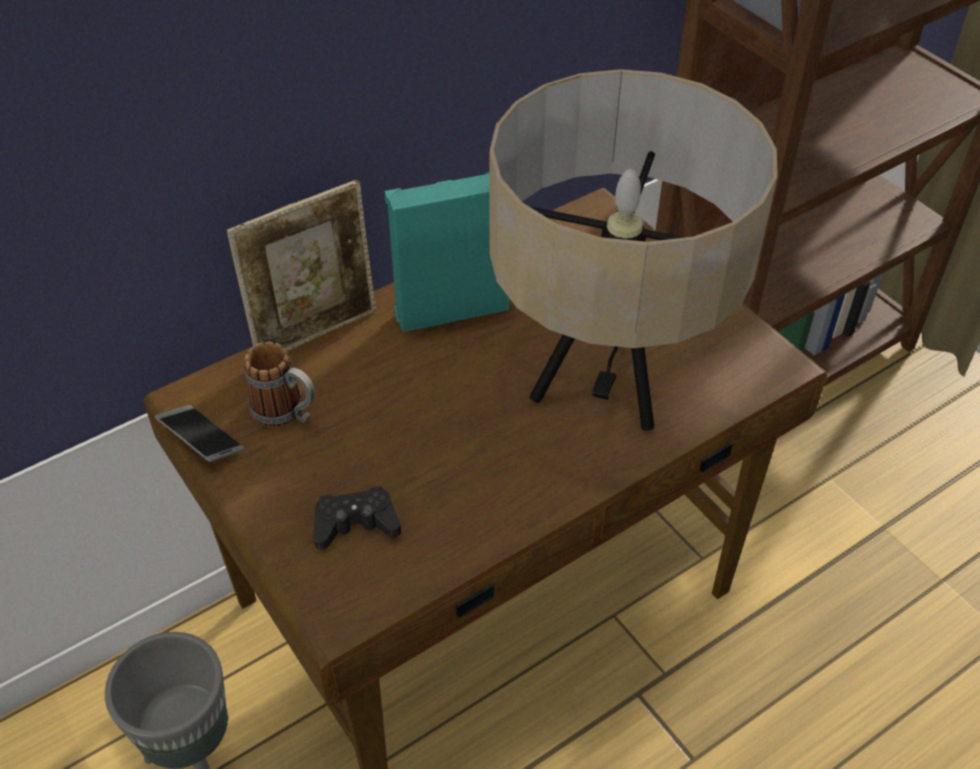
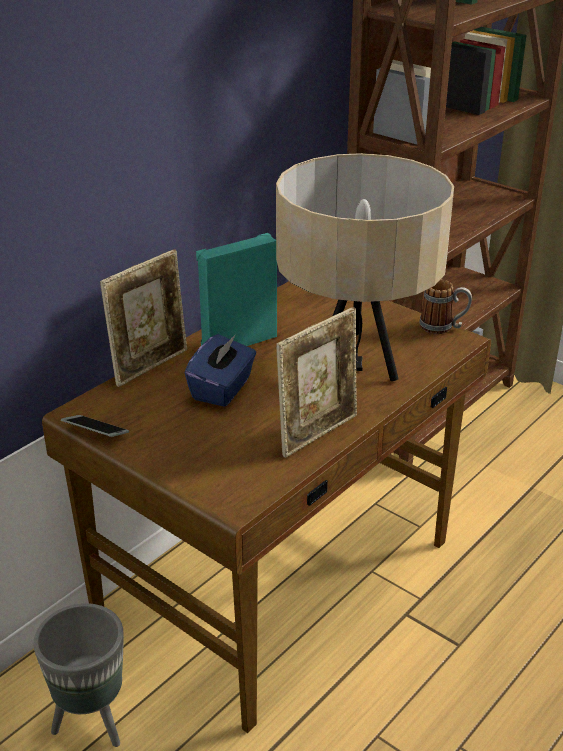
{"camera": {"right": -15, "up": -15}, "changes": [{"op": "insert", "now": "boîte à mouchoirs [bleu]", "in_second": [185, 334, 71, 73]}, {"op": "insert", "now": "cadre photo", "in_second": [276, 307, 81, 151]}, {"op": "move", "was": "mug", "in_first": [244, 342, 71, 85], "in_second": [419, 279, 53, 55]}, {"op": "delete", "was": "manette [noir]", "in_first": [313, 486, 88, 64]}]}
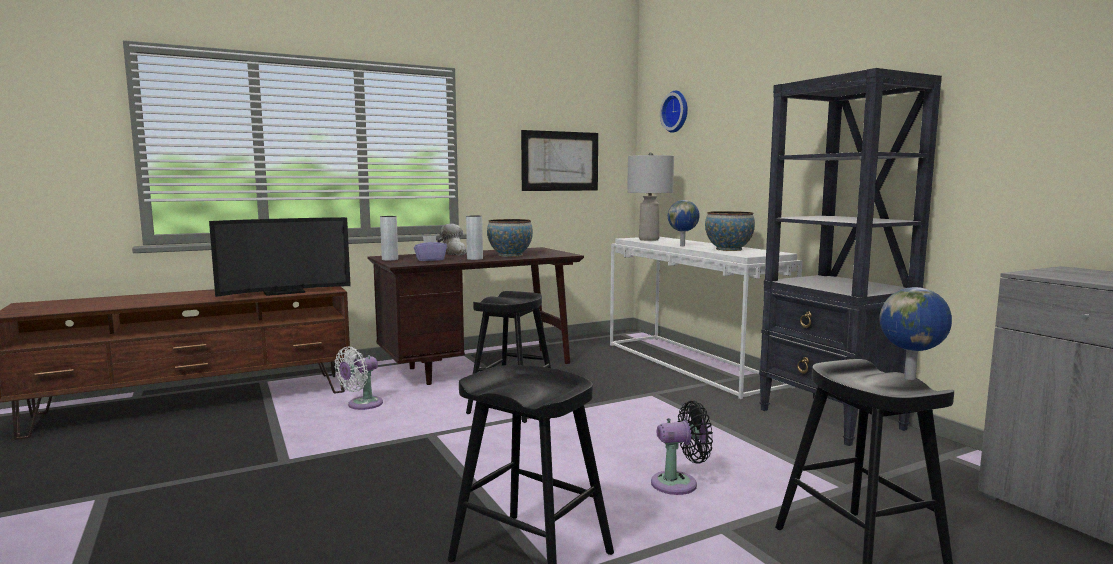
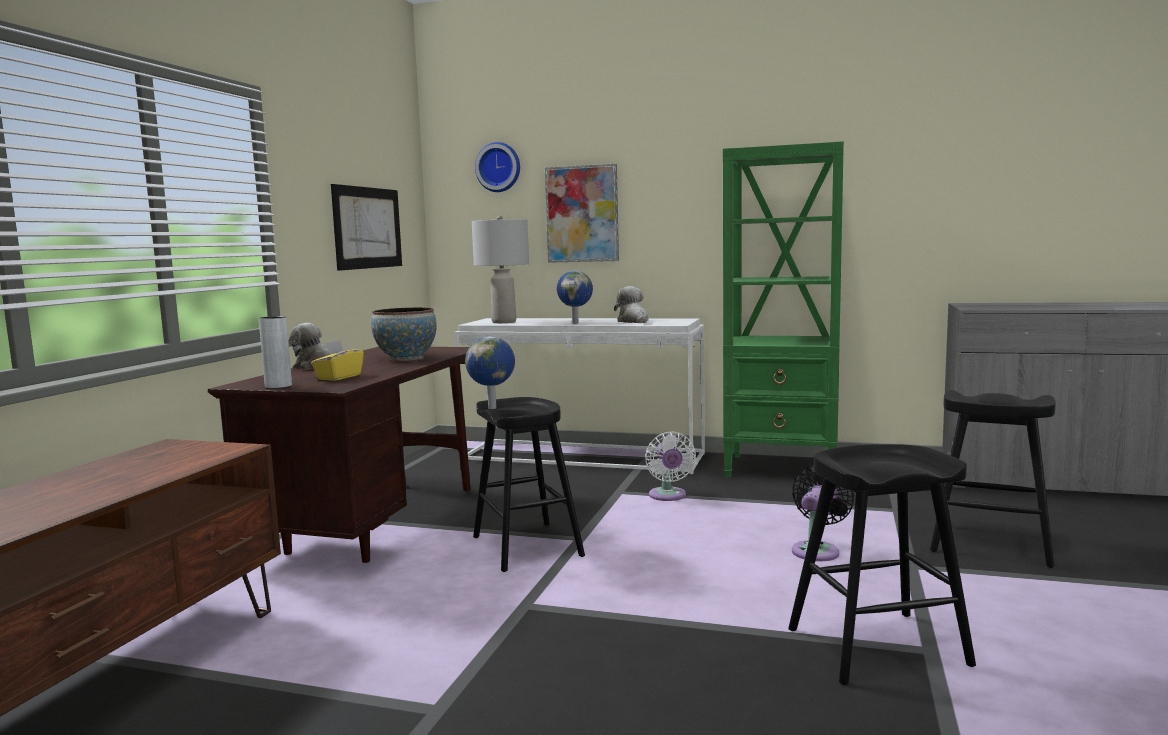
{"camera": {"right": -45, "up": 0}, "changes": [{"op": "recolor", "was": "boîte à mouchoirs [violet]", "now": "boîte à mouchoirs [jaune]", "in_first": [414, 236, 33, 25], "in_second": [311, 340, 53, 41]}, {"op": "move", "was": "globe", "in_first": [879, 287, 73, 93], "in_second": [465, 336, 50, 73]}, {"op": "insert", "now": "tableau", "in_second": [545, 164, 74, 99]}, {"op": "replace", "was": "bol", "now": "peluche", "in_first": [705, 211, 50, 40], "in_second": [614, 286, 34, 37]}, {"op": "move", "was": "ventilateur [blanc]", "in_first": [335, 346, 48, 64], "in_second": [645, 431, 51, 70]}, {"op": "recolor", "was": "bibliothèque [noir]", "now": "bibliothèque [vert]", "in_first": [759, 68, 183, 378], "in_second": [723, 141, 121, 337]}, {"op": "delete", "was": "téléviseur", "in_first": [209, 217, 142, 80]}, {"op": "delete", "was": "vase [gris]", "in_first": [466, 216, 17, 44]}]}
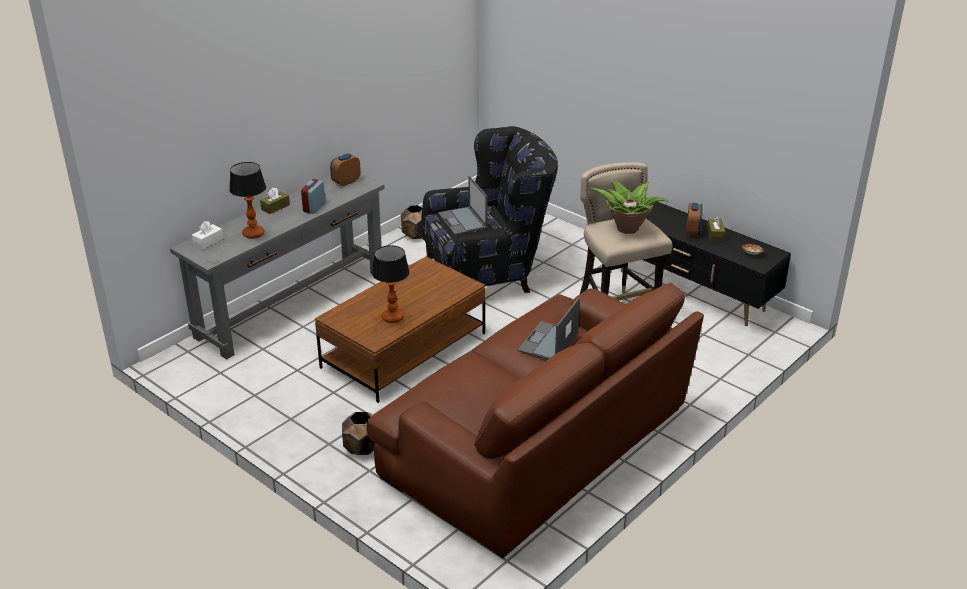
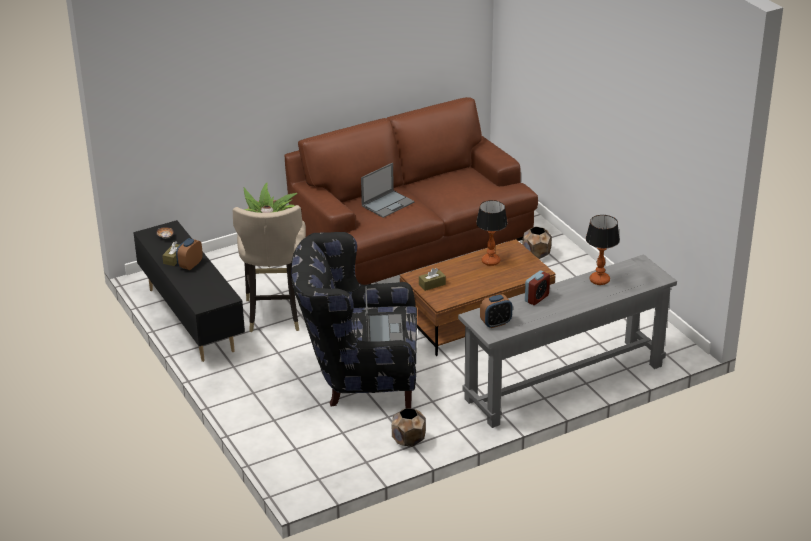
{"camera": {"right": -160, "up": 0}, "changes": [{"op": "move", "was": "boîte à mouchoirs [marron]", "in_first": [260, 187, 30, 27], "in_second": [419, 268, 27, 23]}, {"op": "delete", "was": "boîte à mouchoirs [blanc]", "in_first": [192, 221, 31, 28]}]}
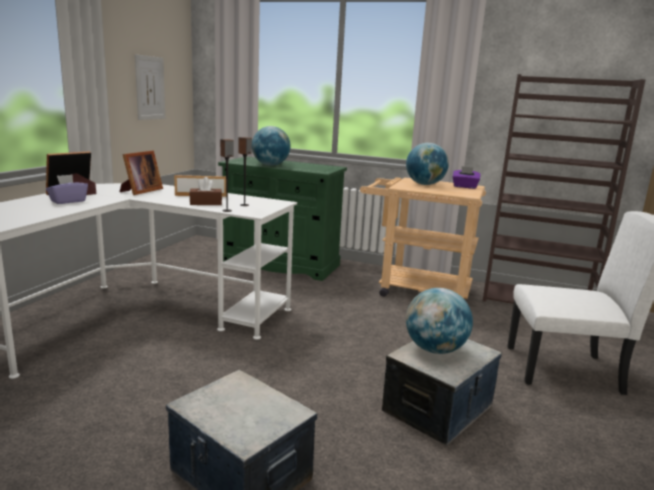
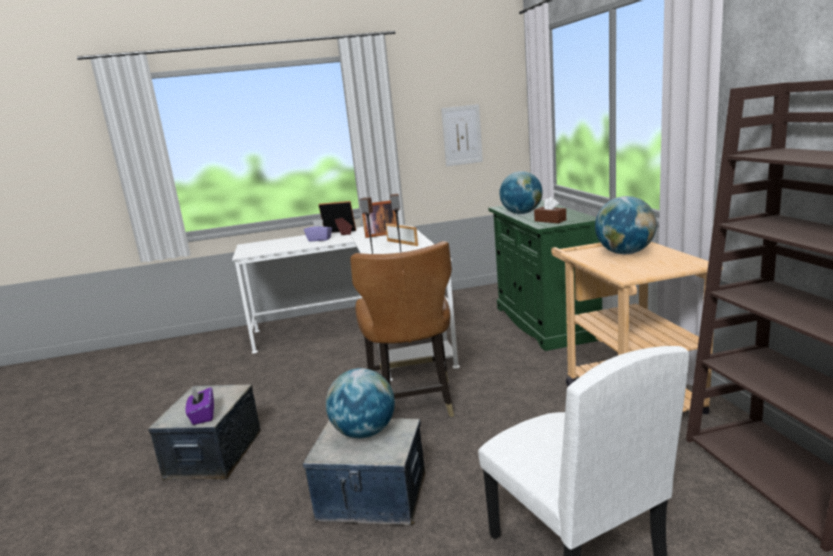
{"camera": {"right": 60, "up": 0}, "changes": [{"op": "move", "was": "boîte à mouchoirs [violet]", "in_first": [453, 166, 28, 23], "in_second": [185, 387, 29, 38]}, {"op": "insert", "now": "chaise [marron]", "in_second": [350, 241, 104, 176]}, {"op": "move", "was": "boîte à mouchoirs [marron]", "in_first": [189, 177, 33, 28], "in_second": [534, 197, 32, 26]}]}
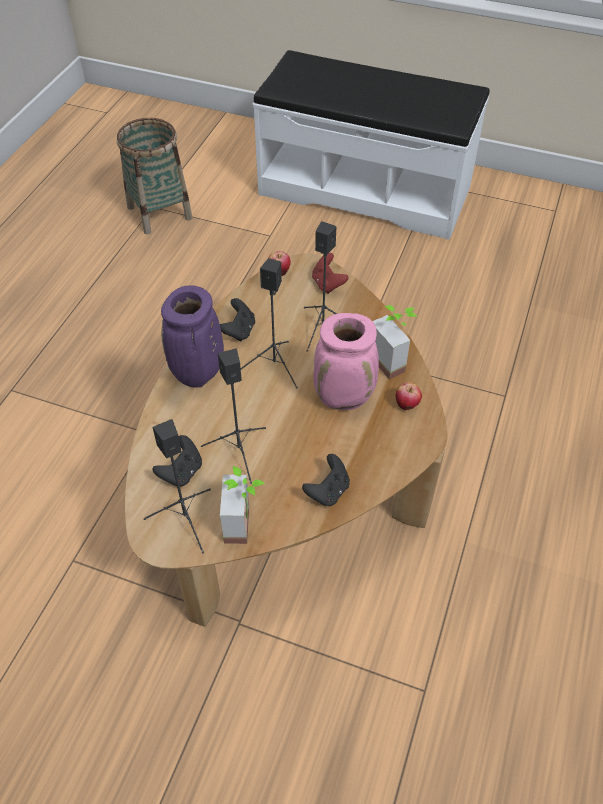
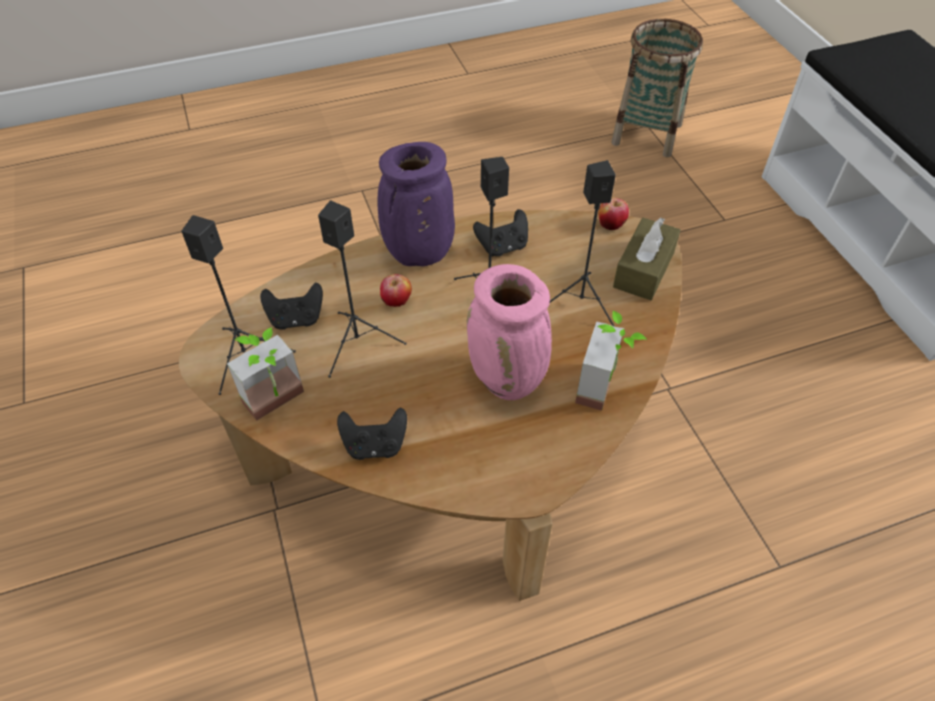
{"camera": {"right": 50, "up": 0}, "changes": [{"op": "move", "was": "pomme", "in_first": [395, 382, 27, 28], "in_second": [380, 274, 32, 33]}, {"op": "replace", "was": "manette [rouge]", "now": "boîte à mouchoirs [marron]", "in_first": [312, 253, 37, 41], "in_second": [613, 218, 68, 82]}]}
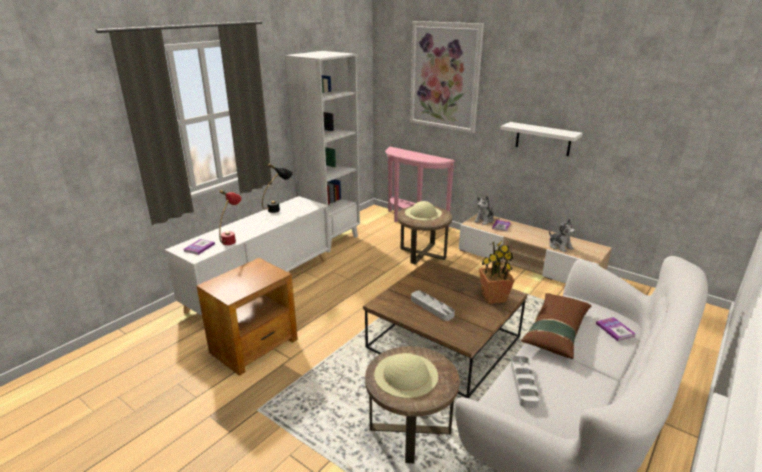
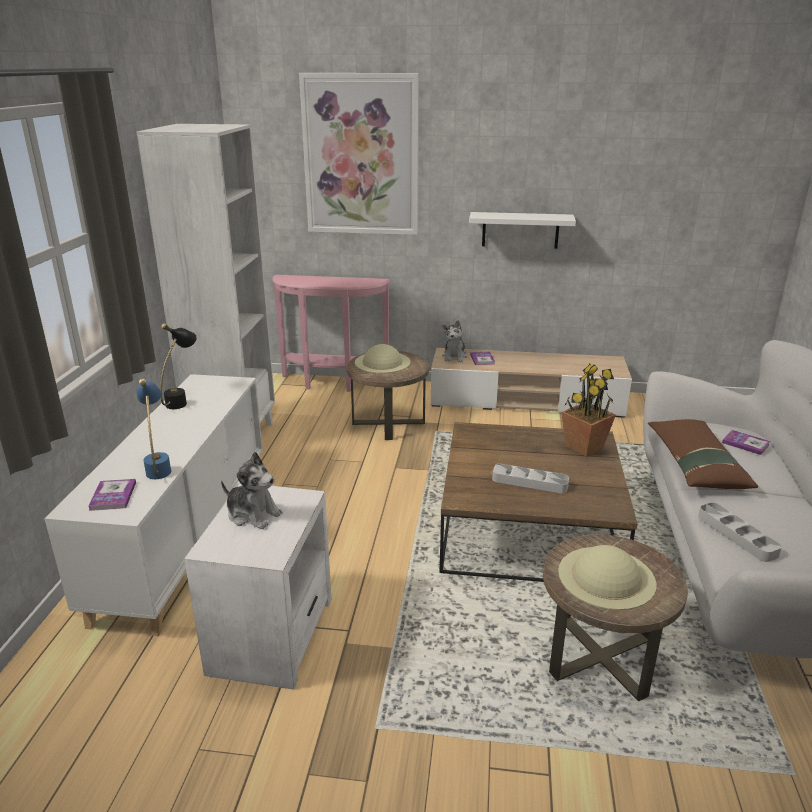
{"camera": {"right": -30, "up": 0}, "changes": [{"op": "recolor", "was": "lampe de table [rouge]", "now": "lampe de table [bleu]", "in_first": [219, 190, 22, 55], "in_second": [137, 379, 34, 100]}, {"op": "recolor", "was": "table d'appoint [marron]", "now": "table d'appoint [blanc]", "in_first": [197, 258, 101, 118], "in_second": [184, 483, 147, 207]}, {"op": "move", "was": "peluche", "in_first": [549, 219, 26, 33], "in_second": [221, 452, 62, 77]}]}
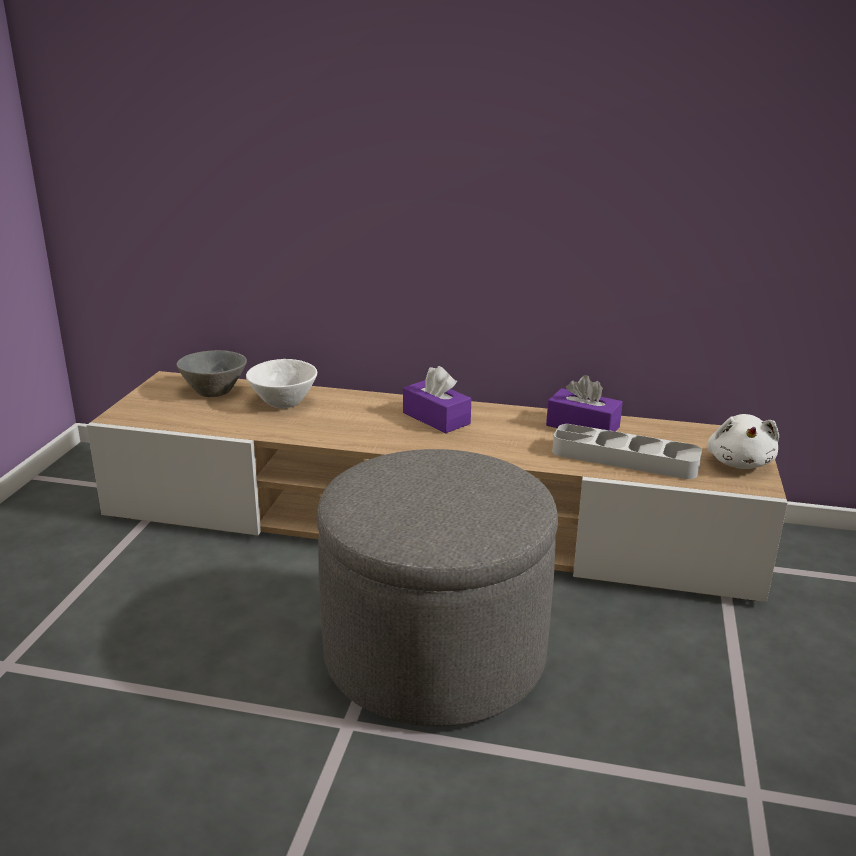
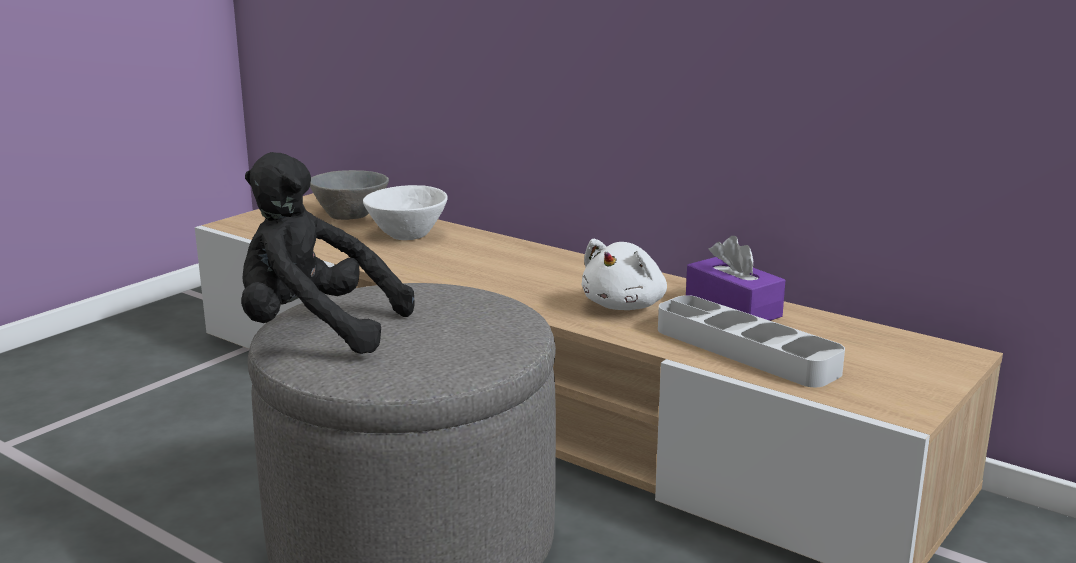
{"camera": {"right": 25, "up": -5}, "changes": [{"op": "insert", "now": "peluche [noir]", "in_second": [241, 152, 174, 202]}, {"op": "move", "was": "peluche [blanc]", "in_first": [707, 414, 72, 55], "in_second": [581, 239, 86, 71]}, {"op": "delete", "was": "boîte à mouchoirs [violet]", "in_first": [403, 366, 68, 67]}]}
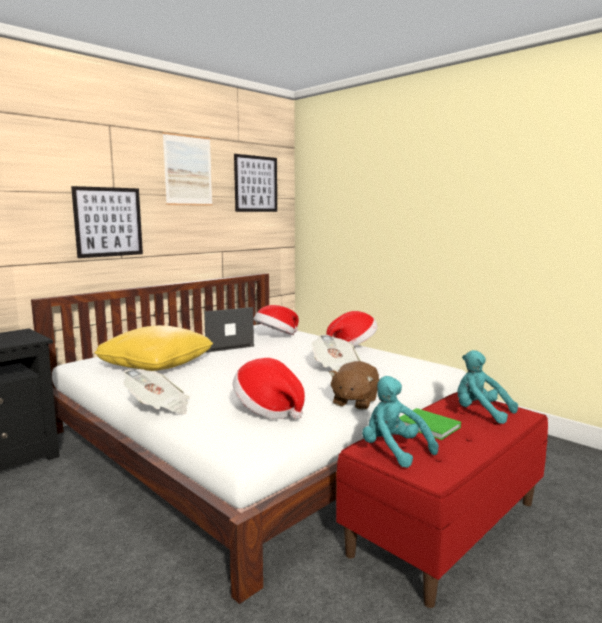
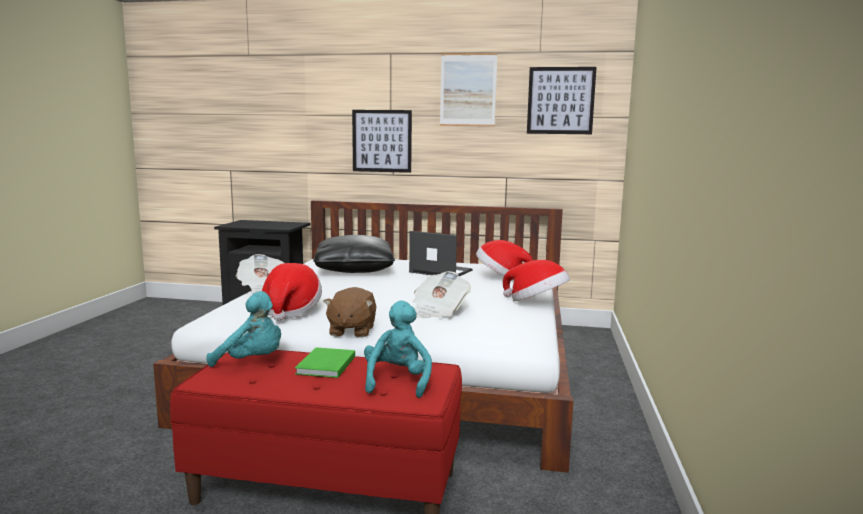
{"camera": {"right": 55, "up": 0}, "changes": [{"op": "rotate", "was": "peluche [turquoise]", "in_first": [362, 376, 77, 92], "in_second": [206, 291, 75, 76], "clockwise": 90}, {"op": "recolor", "was": "coussin [jaune]", "now": "coussin [noir]", "in_first": [94, 325, 119, 46], "in_second": [313, 235, 82, 38]}, {"op": "rotate", "was": "peluche [marron]", "in_first": [329, 361, 50, 49], "in_second": [323, 287, 53, 51], "clockwise": -75}]}
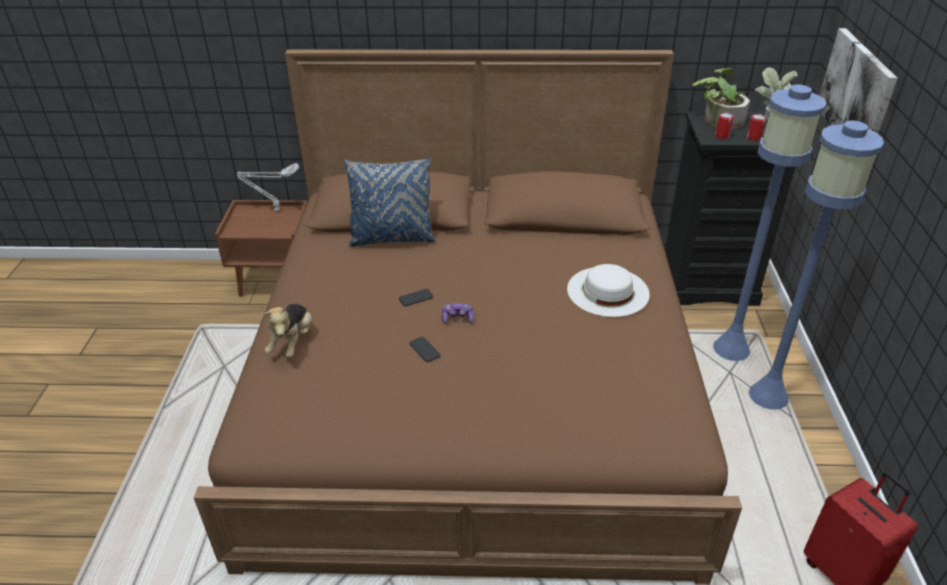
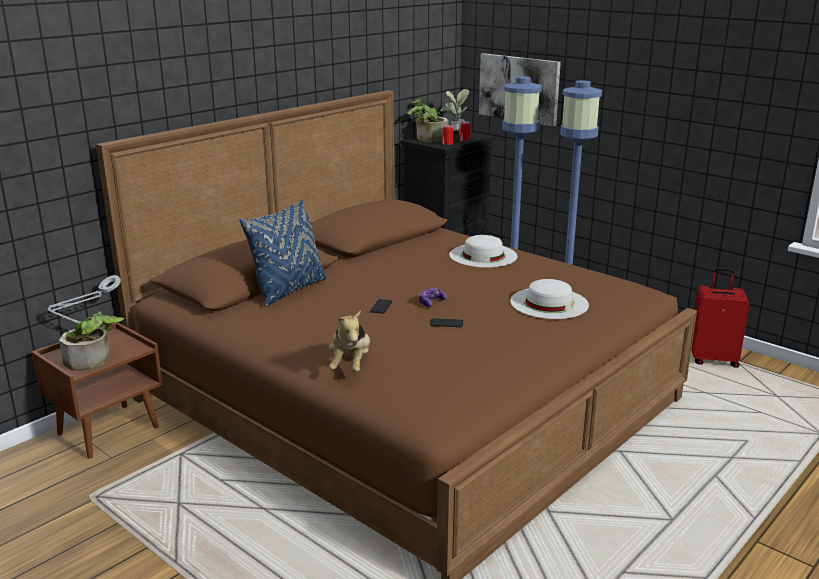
{"camera": {"right": -50, "up": -15}, "changes": [{"op": "insert", "now": "plante en pot", "in_second": [59, 311, 66, 60]}, {"op": "rotate", "was": "peluche", "in_first": [264, 303, 48, 55], "in_second": [329, 310, 41, 62], "clockwise": 45}, {"op": "insert", "now": "chapeau [blanc]", "in_second": [510, 279, 79, 40]}]}
